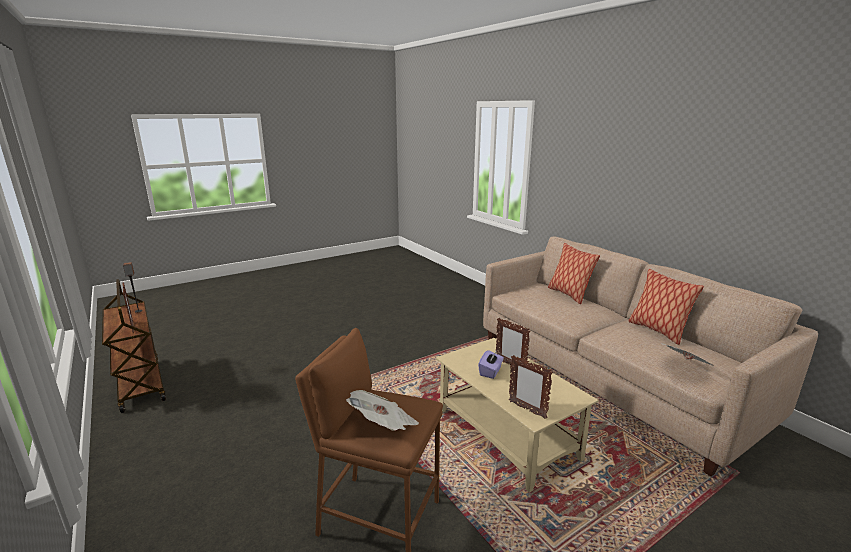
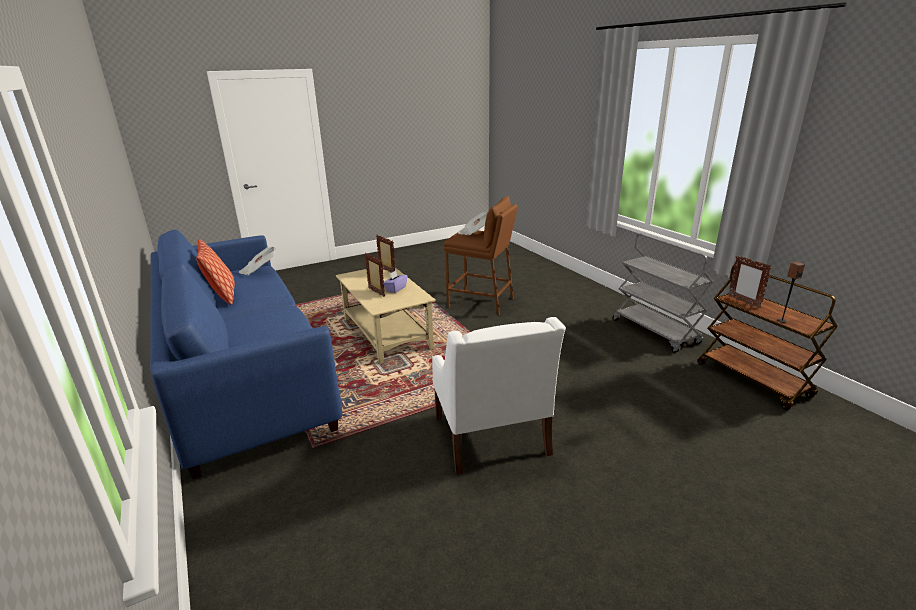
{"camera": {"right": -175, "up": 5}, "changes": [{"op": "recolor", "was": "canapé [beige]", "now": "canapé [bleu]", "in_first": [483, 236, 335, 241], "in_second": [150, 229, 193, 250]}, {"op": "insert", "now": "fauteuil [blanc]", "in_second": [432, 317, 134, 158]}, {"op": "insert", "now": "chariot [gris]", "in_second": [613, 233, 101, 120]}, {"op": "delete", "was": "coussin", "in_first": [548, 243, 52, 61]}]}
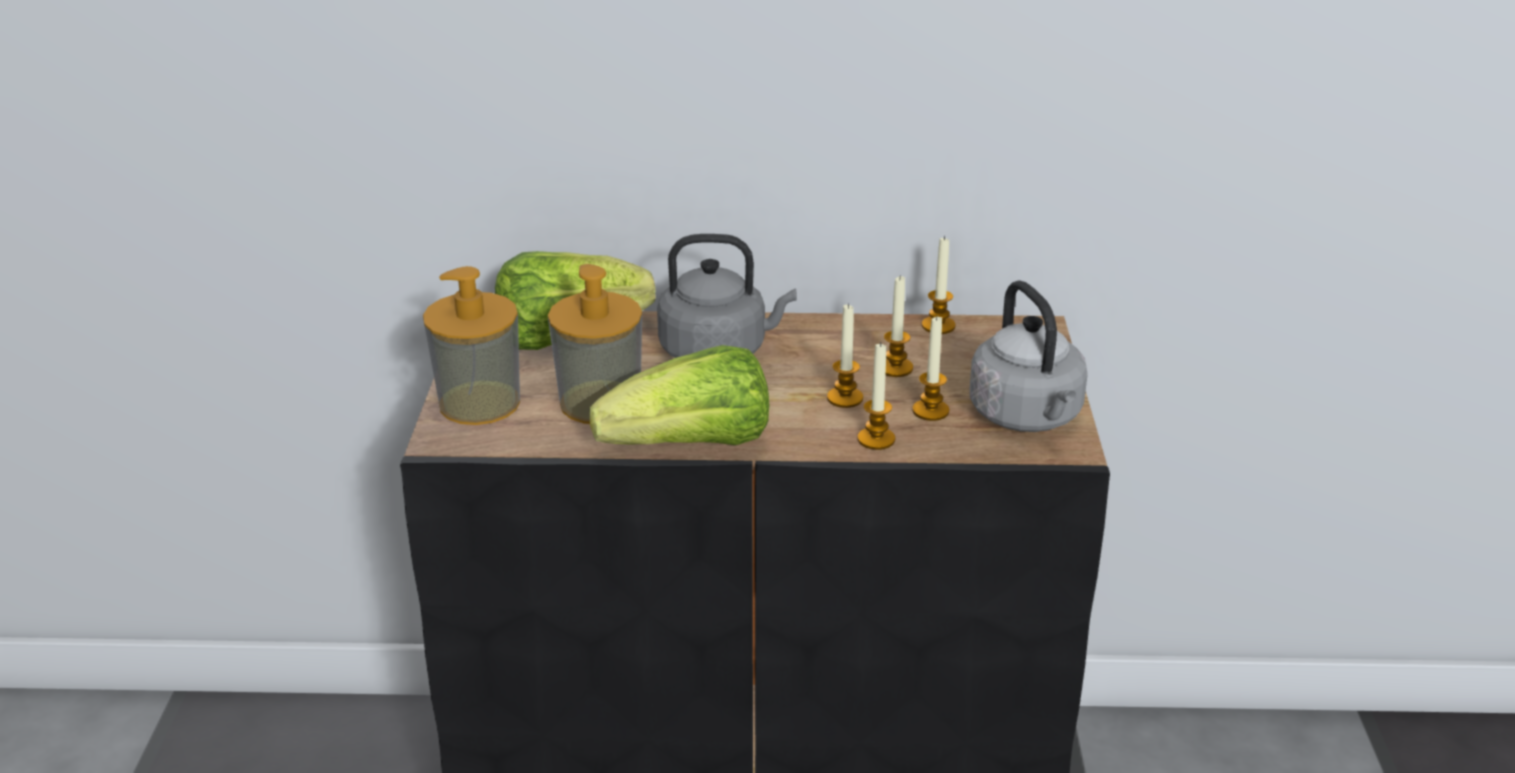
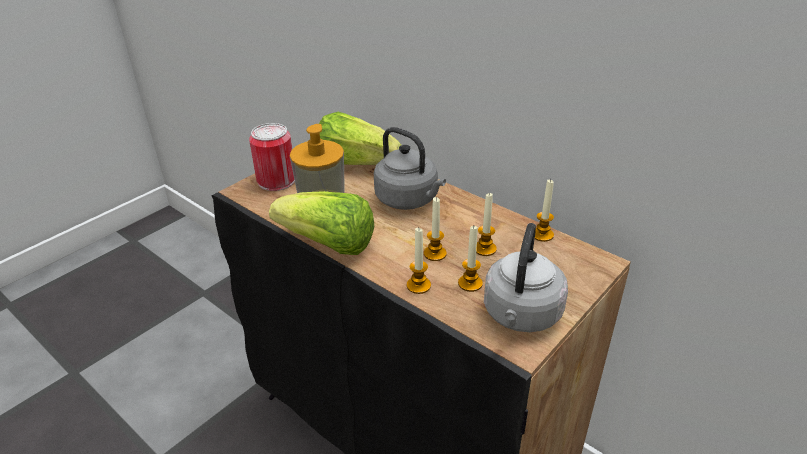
{"camera": {"right": 40, "up": 5}, "changes": [{"op": "replace", "was": "distributeur de savon", "now": "boîte métallique", "in_first": [423, 266, 97, 159], "in_second": [249, 123, 46, 68]}]}
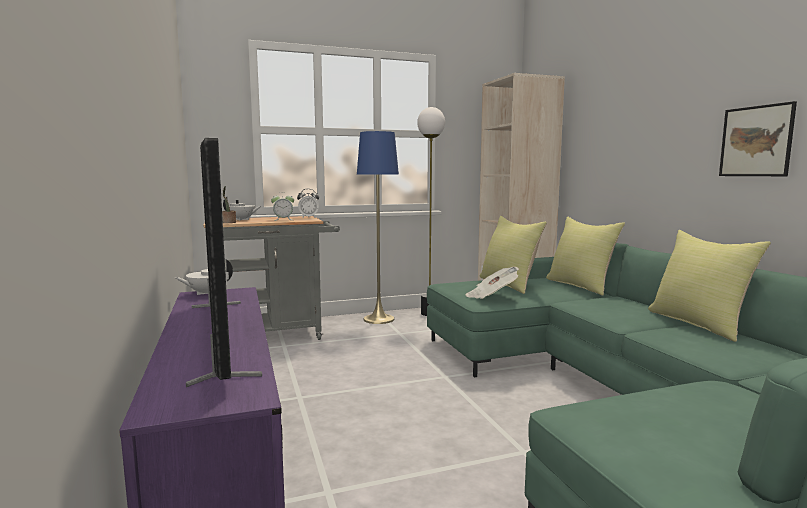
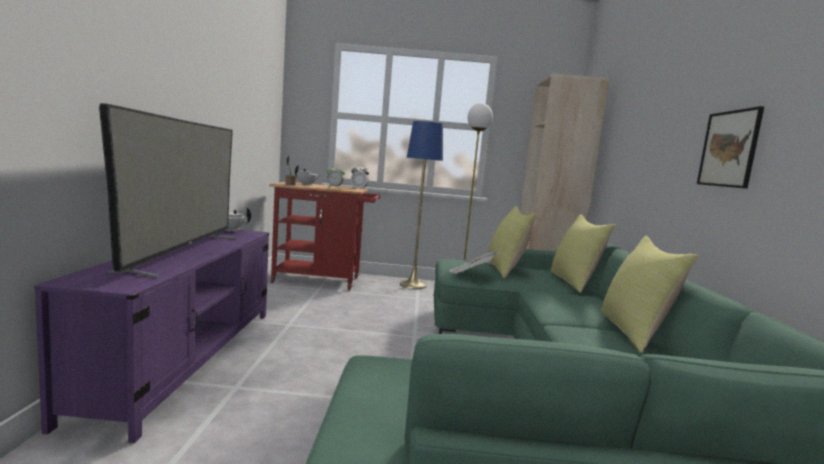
{"camera": {"right": 20, "up": 0}, "changes": [{"op": "recolor", "was": "chariot [gris]", "now": "chariot [rouge]", "in_first": [203, 216, 137, 124], "in_second": [269, 182, 111, 108]}]}
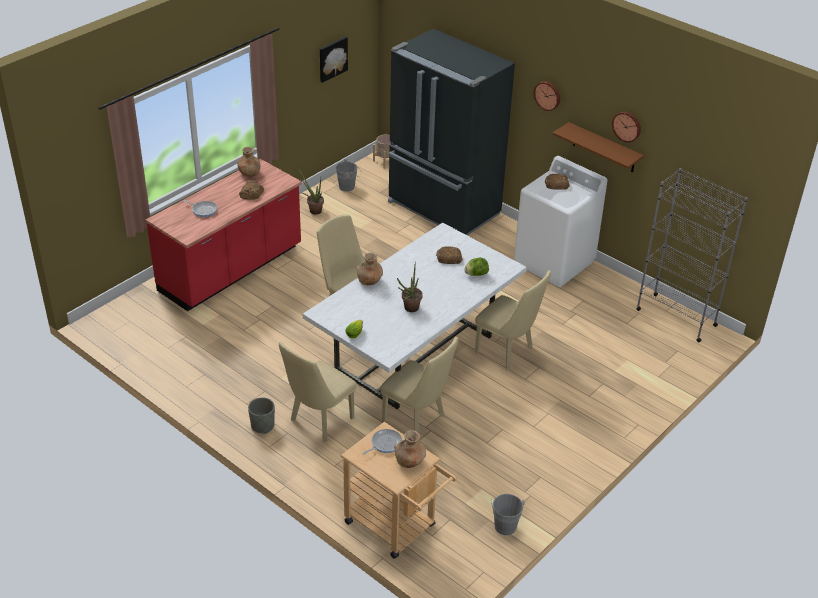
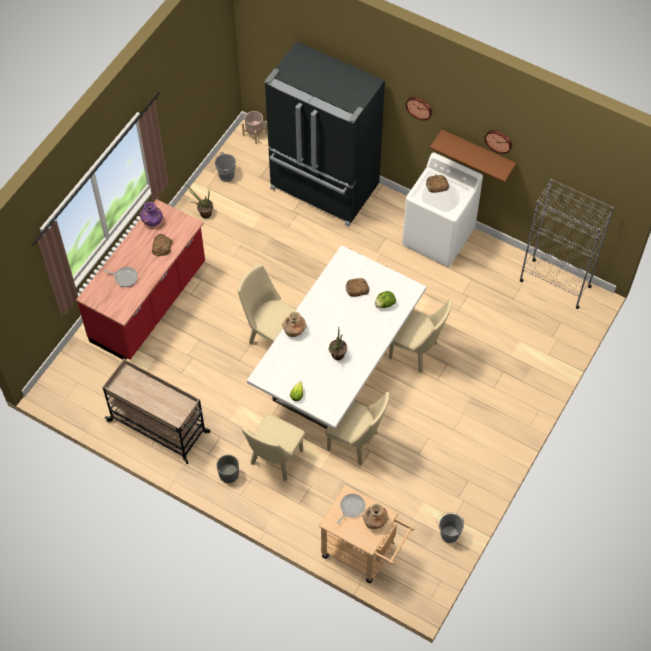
{"camera": {"right": -10, "up": 20}, "changes": [{"op": "insert", "now": "chariot [beige]", "in_second": [102, 359, 108, 105]}, {"op": "recolor", "was": "vase [marron]", "now": "vase [violet]", "in_first": [237, 147, 24, 30], "in_second": [140, 202, 23, 24]}, {"op": "delete", "was": "tableau", "in_first": [320, 37, 28, 46]}]}
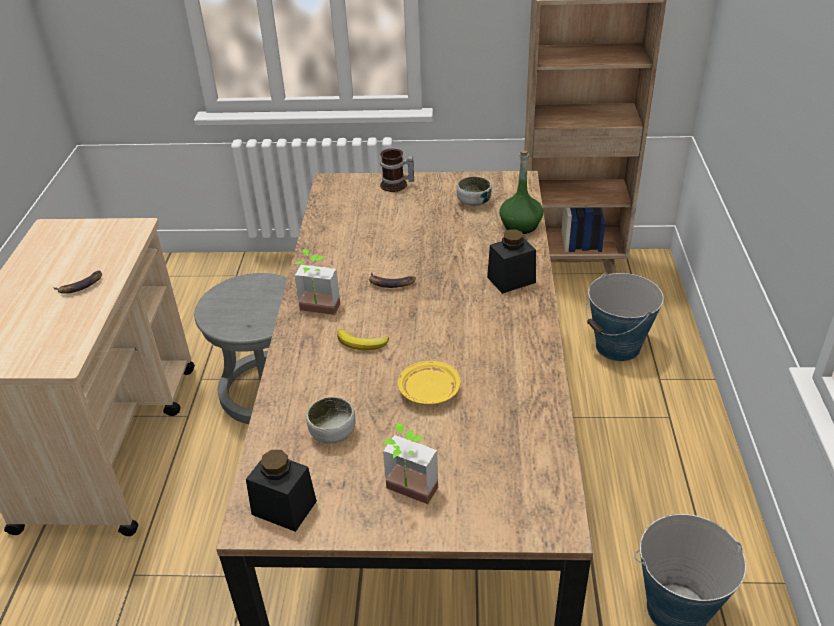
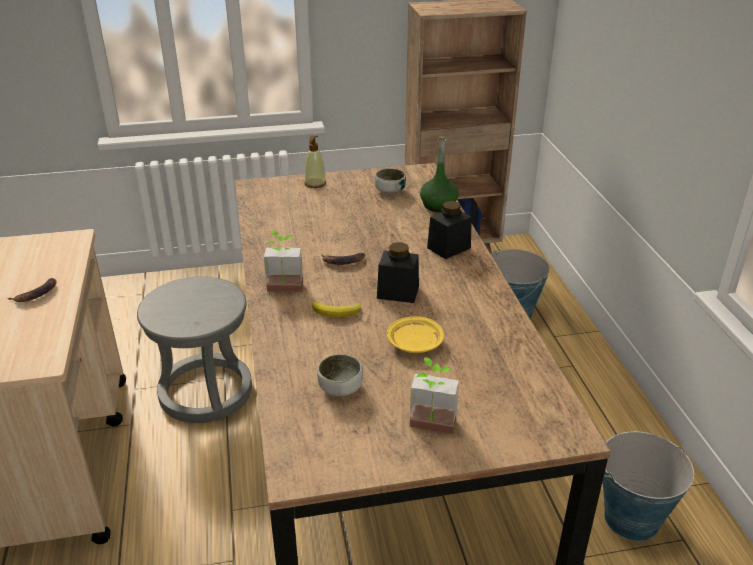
{"camera": {"right": -15, "up": -5}, "changes": [{"op": "replace", "was": "mug", "now": "distributeur de savon", "in_first": [380, 148, 34, 44], "in_second": [304, 135, 22, 53]}, {"op": "move", "was": "bocal [noir]", "in_first": [246, 450, 71, 82], "in_second": [377, 242, 42, 61]}]}
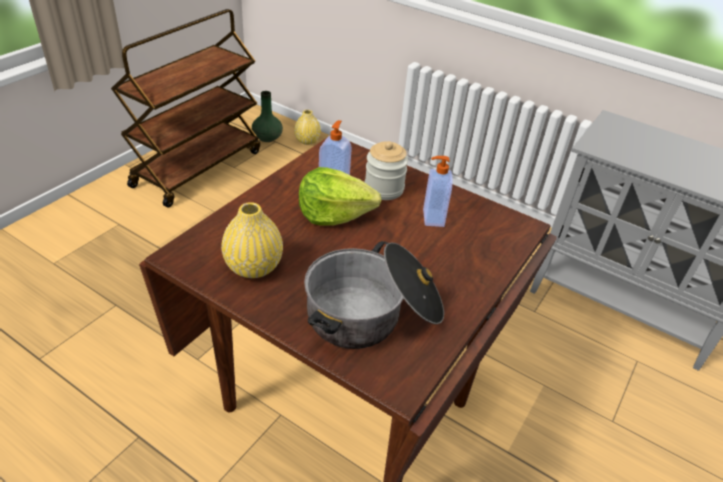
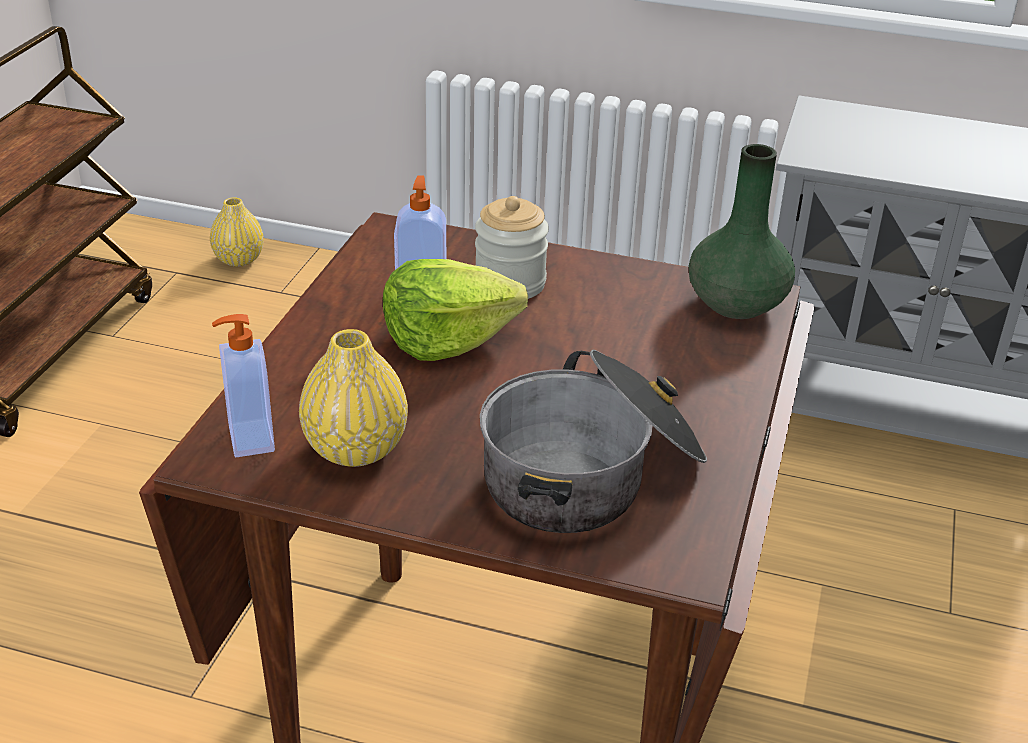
{"camera": {"right": -15, "up": -5}, "changes": [{"op": "move", "was": "distributeur de savon", "in_first": [423, 156, 30, 71], "in_second": [212, 314, 63, 143]}, {"op": "move", "was": "vase [vert]", "in_first": [252, 91, 31, 51], "in_second": [688, 144, 107, 175]}]}
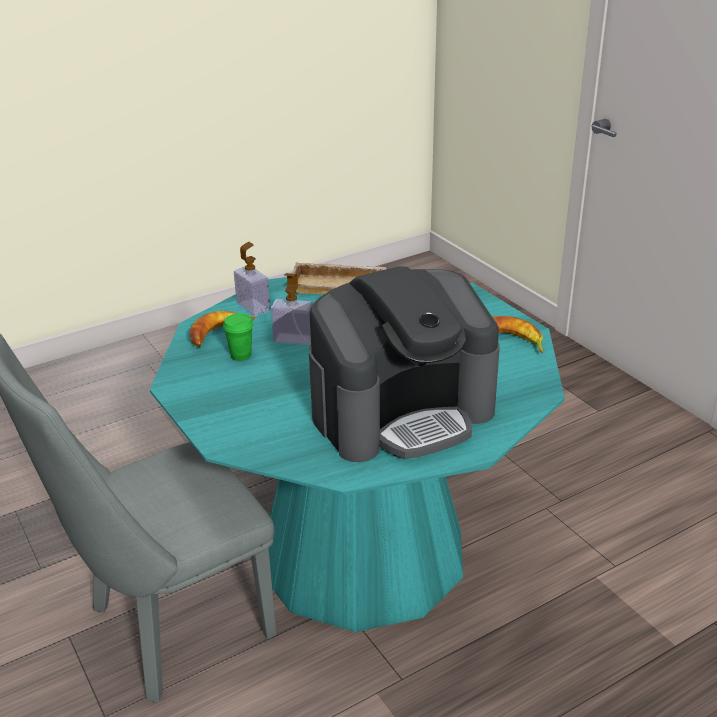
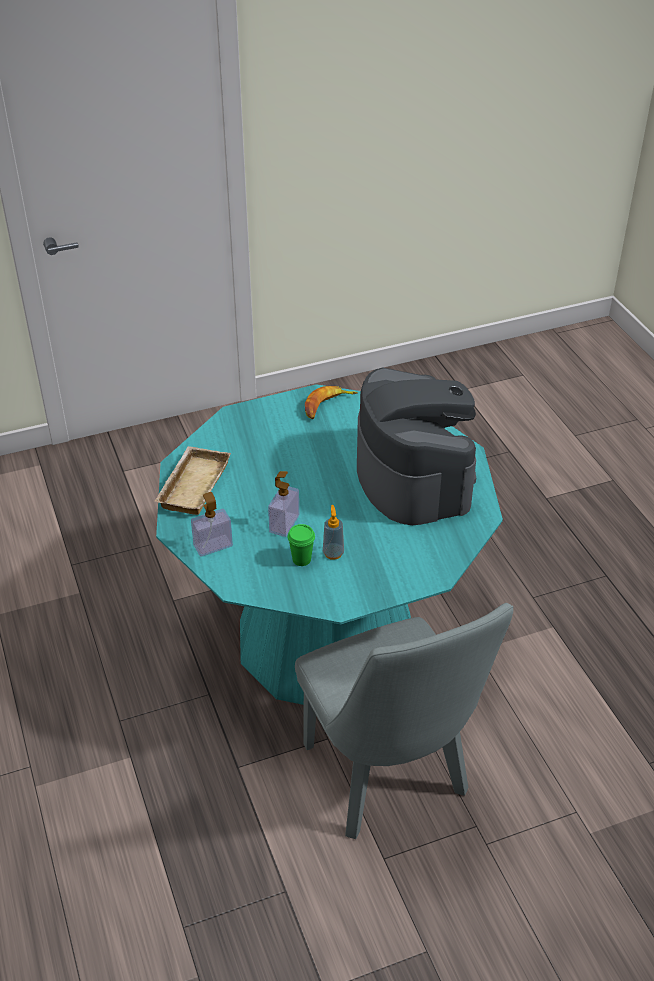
{"camera": {"right": -80, "up": 10}, "changes": [{"op": "insert", "now": "distributeur de savon", "in_second": [323, 505, 21, 55]}, {"op": "delete", "was": "banane", "in_first": [190, 311, 67, 36]}]}
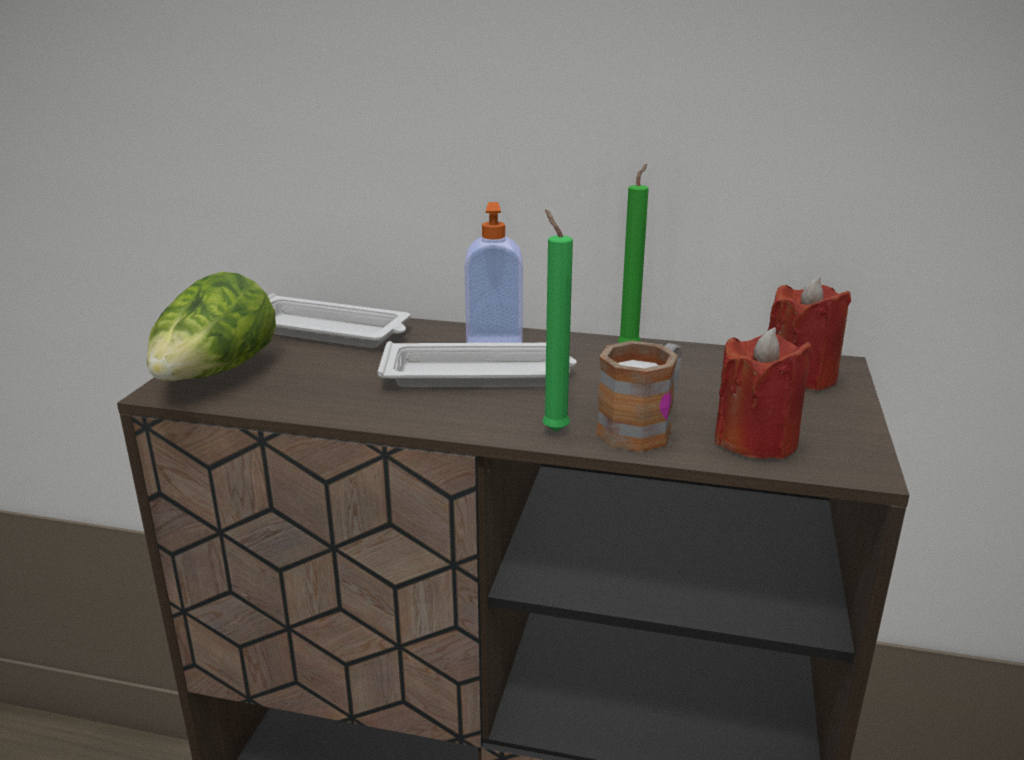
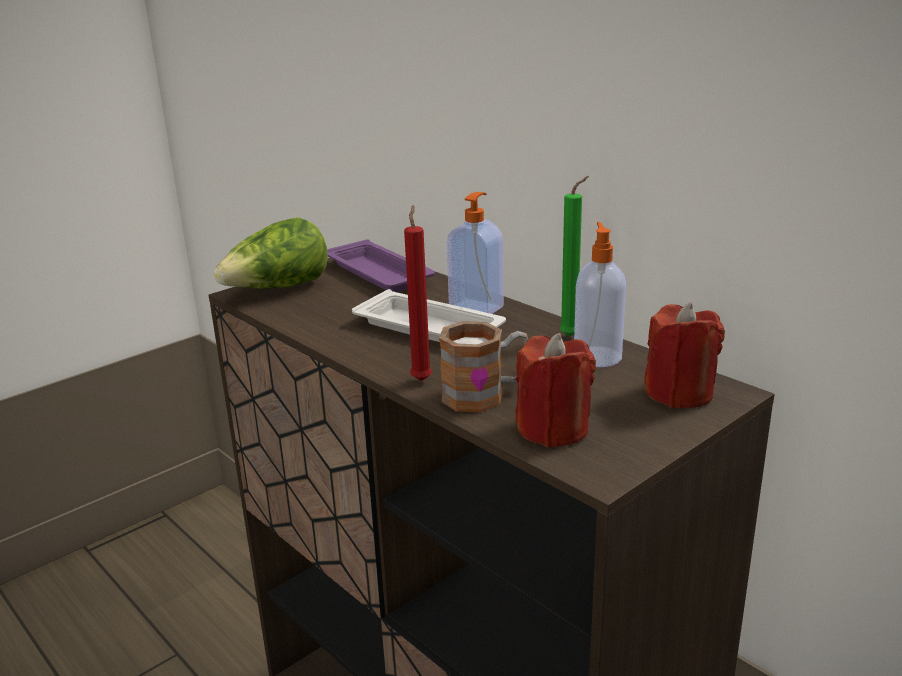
{"camera": {"right": 35, "up": 0}, "changes": [{"op": "recolor", "was": "plateau [blanc]", "now": "plateau [violet]", "in_first": [268, 293, 142, 55], "in_second": [327, 239, 108, 53]}, {"op": "recolor", "was": "bougie [vert]", "now": "bougie [rouge]", "in_first": [542, 209, 31, 223], "in_second": [404, 205, 28, 176]}, {"op": "insert", "now": "distributeur de savon", "in_second": [574, 222, 52, 145]}]}
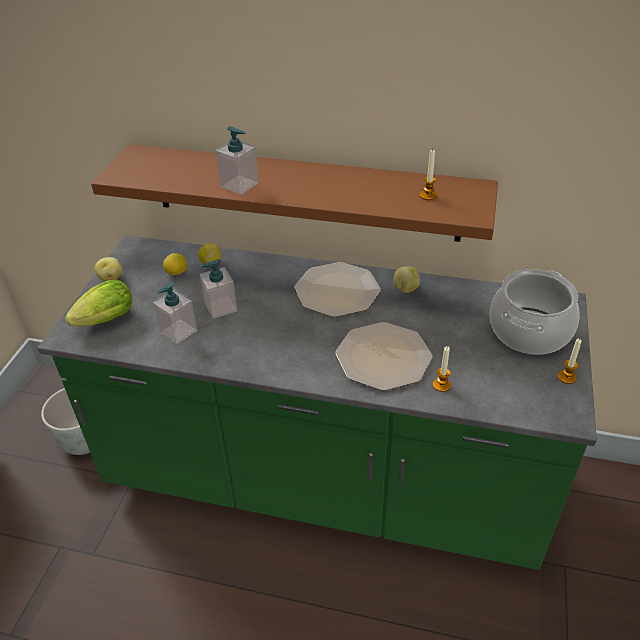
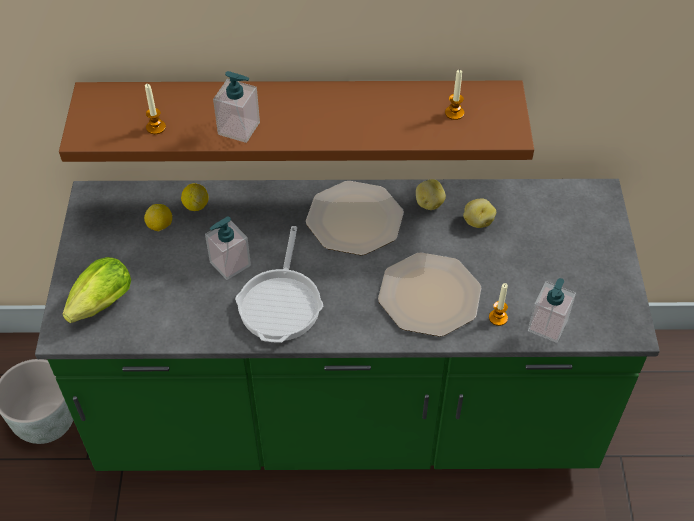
{"camera": {"right": -15, "up": 10}, "changes": [{"op": "move", "was": "bougie", "in_first": [558, 339, 23, 45], "in_second": [145, 84, 21, 50]}, {"op": "insert", "now": "poêle", "in_second": [235, 226, 88, 117]}, {"op": "move", "was": "pomme de terre", "in_first": [95, 257, 28, 24], "in_second": [463, 199, 33, 29]}, {"op": "move", "was": "distributeur de savon", "in_first": [153, 282, 44, 62], "in_second": [528, 278, 48, 65]}, {"op": "delete", "was": "marmite", "in_first": [490, 269, 90, 86]}]}
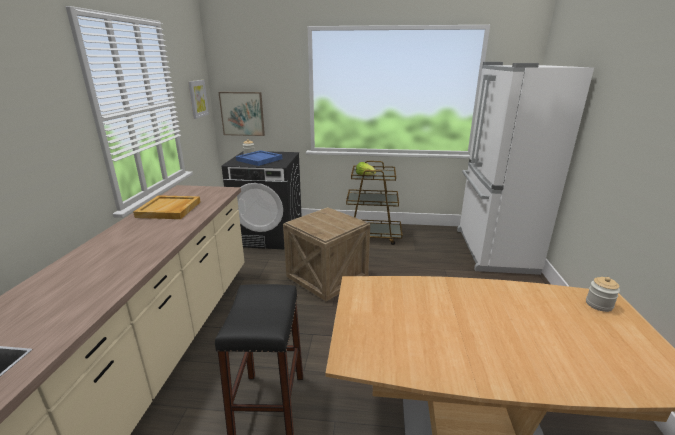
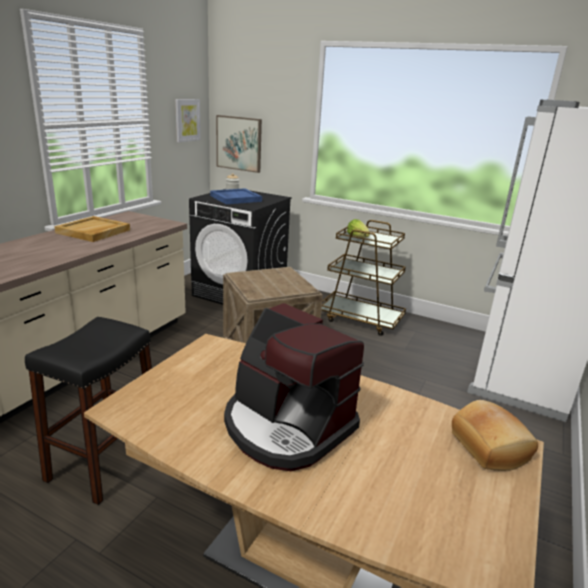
{"camera": {"right": 20, "up": 0}, "changes": [{"op": "insert", "now": "machine à café", "in_second": [224, 303, 140, 168]}, {"op": "replace", "was": "bocal", "now": "pain", "in_first": [586, 277, 34, 35], "in_second": [452, 400, 86, 71]}]}
